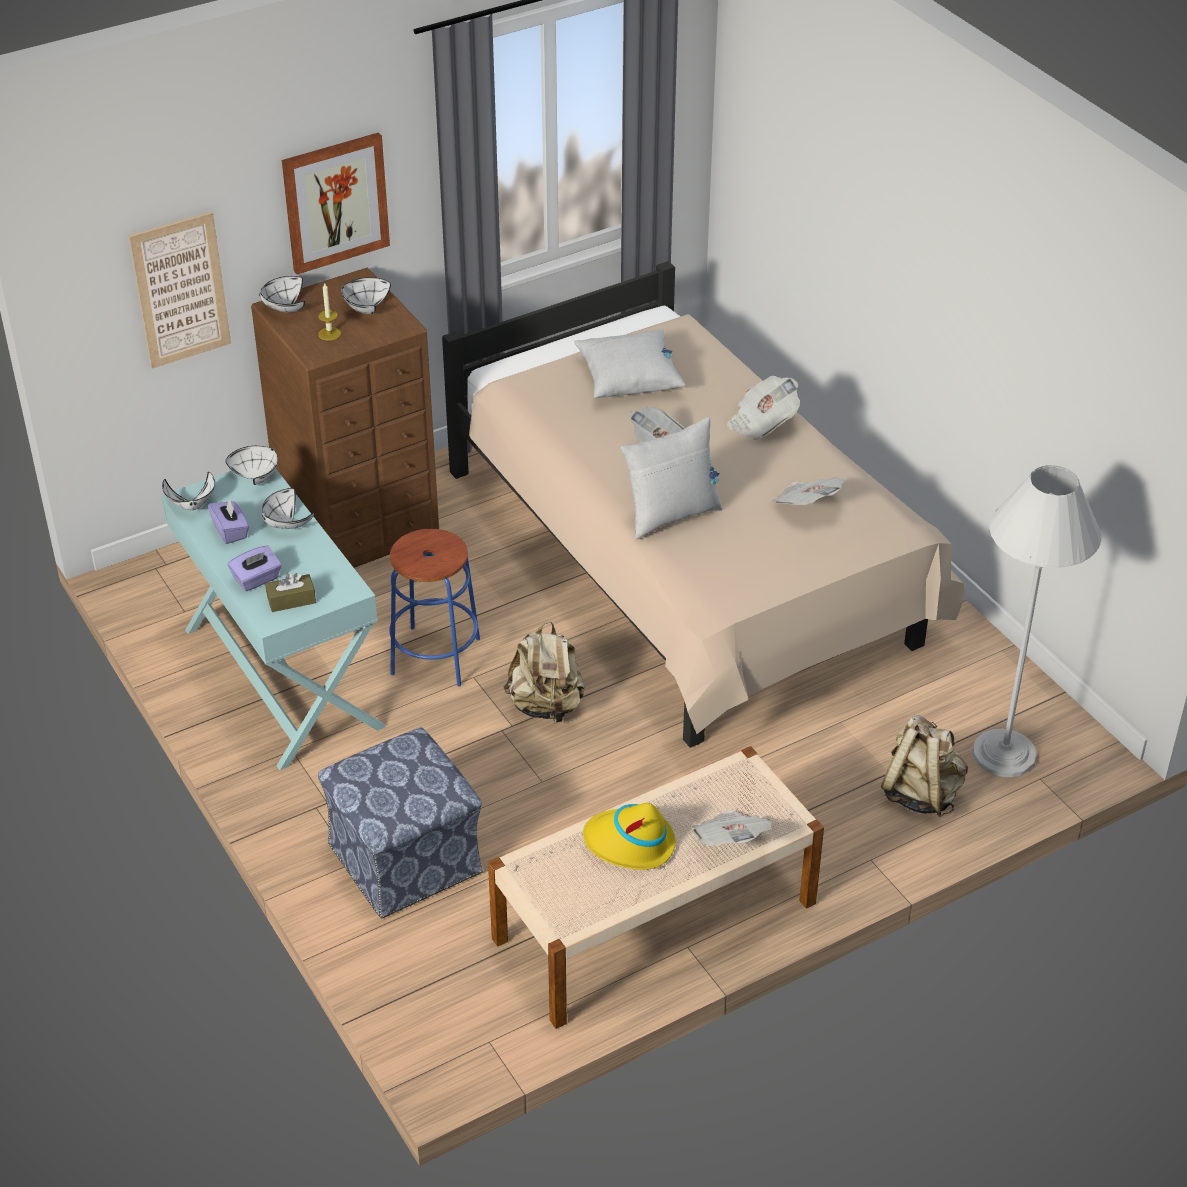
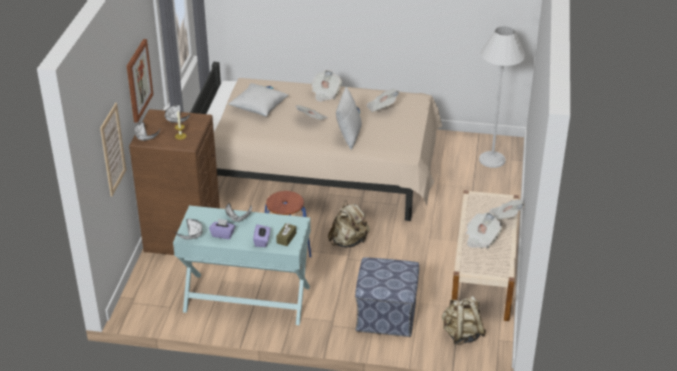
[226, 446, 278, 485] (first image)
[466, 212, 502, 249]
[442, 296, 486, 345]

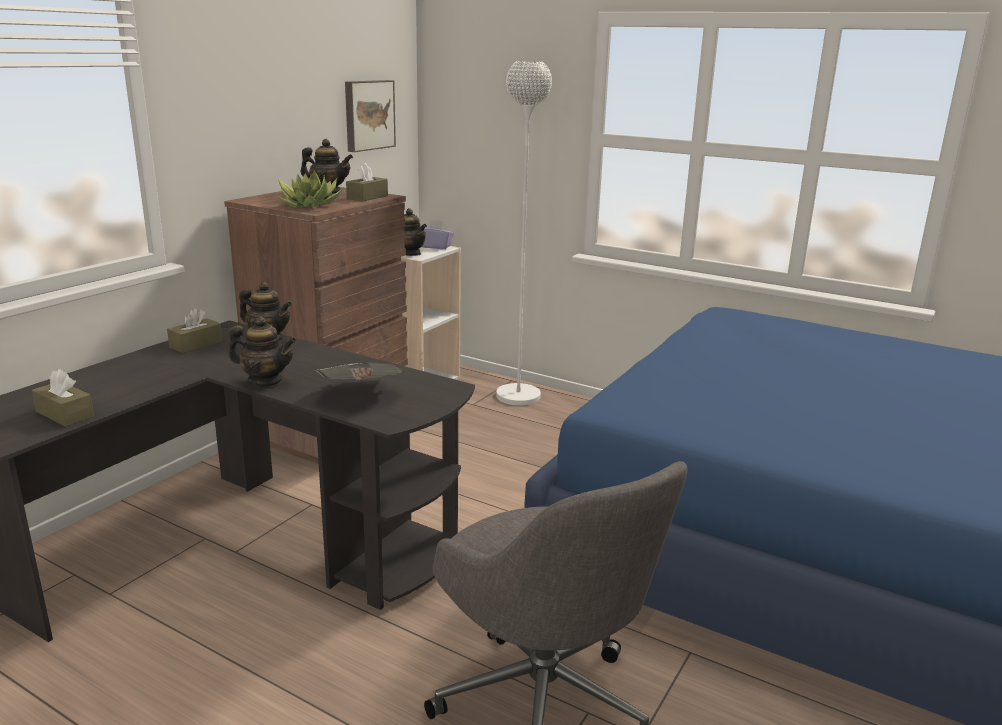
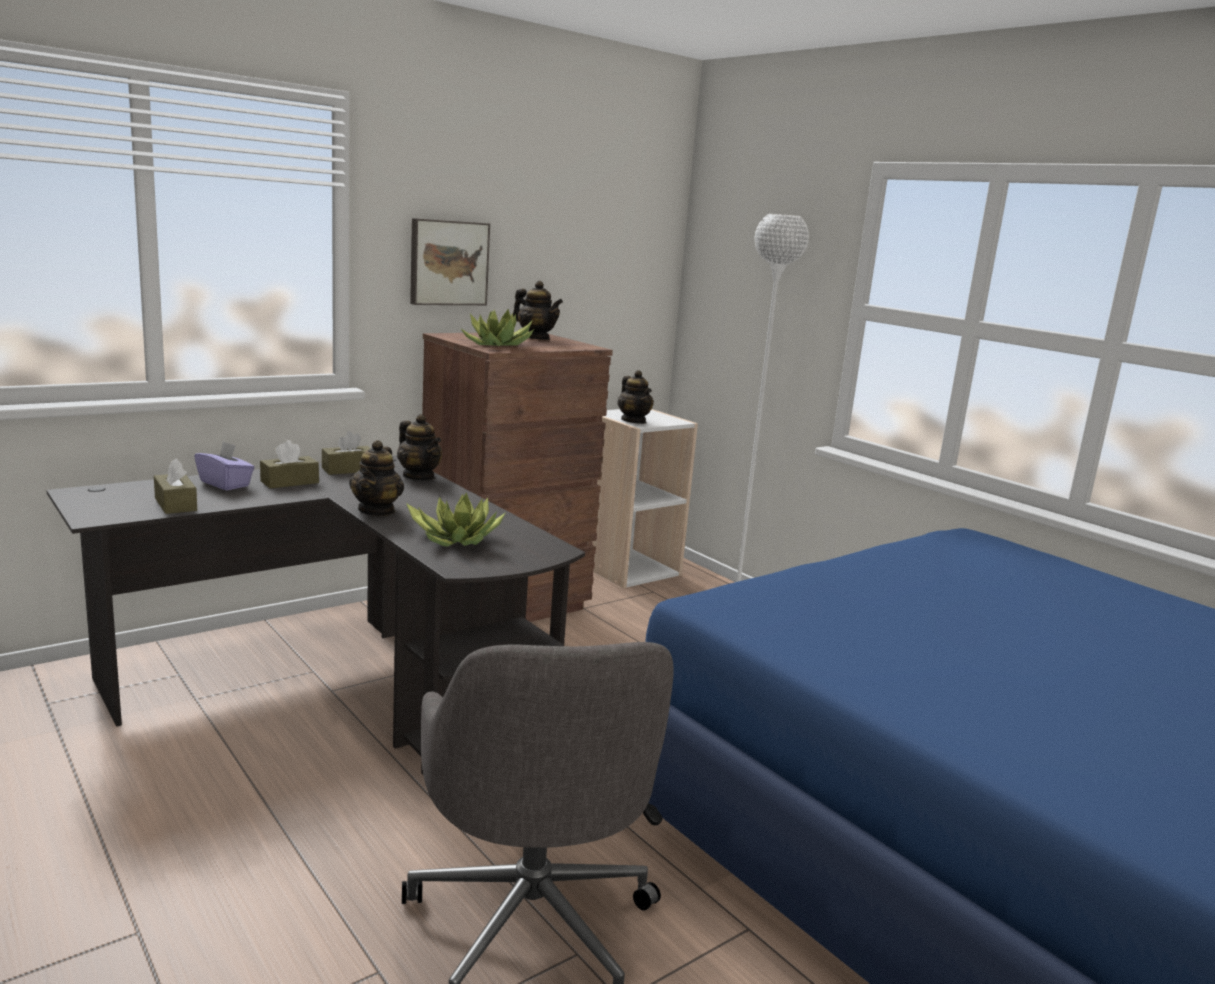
[349, 440, 404, 516]
[406, 493, 505, 547]
[410, 218, 490, 305]
[260, 440, 319, 488]
[194, 441, 255, 490]

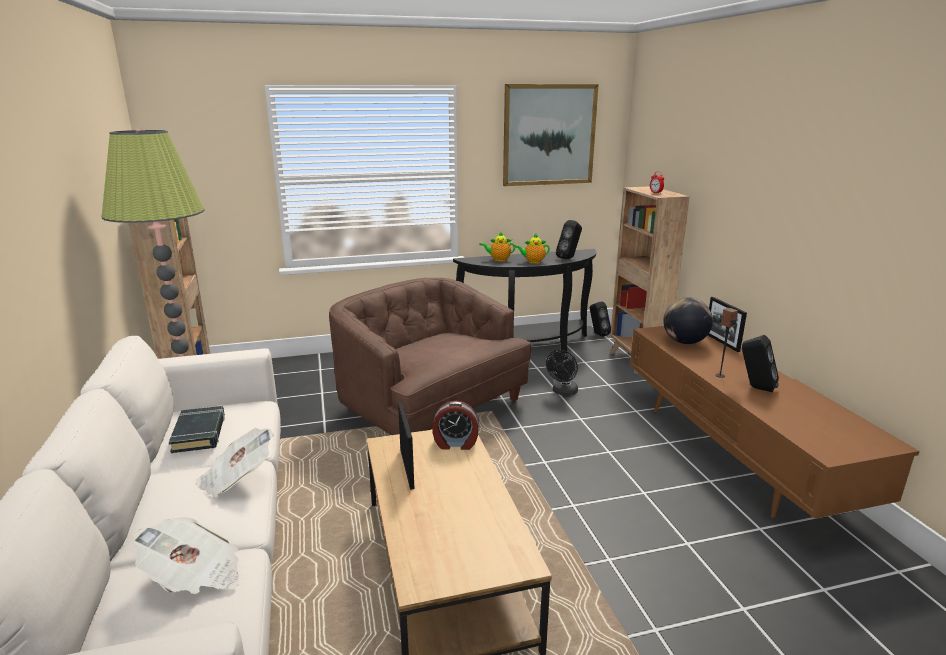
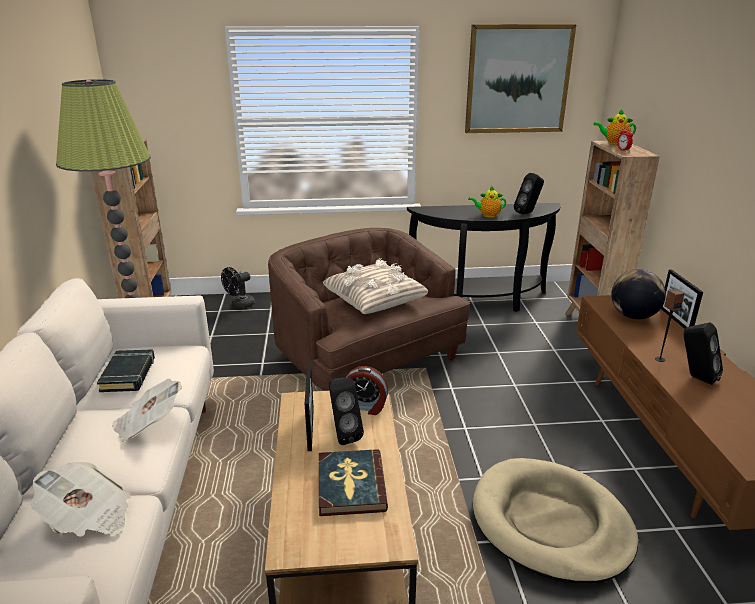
[593, 109, 636, 145]
[221, 267, 255, 309]
[329, 377, 364, 445]
[319, 449, 388, 516]
[323, 258, 428, 314]
[473, 458, 638, 583]

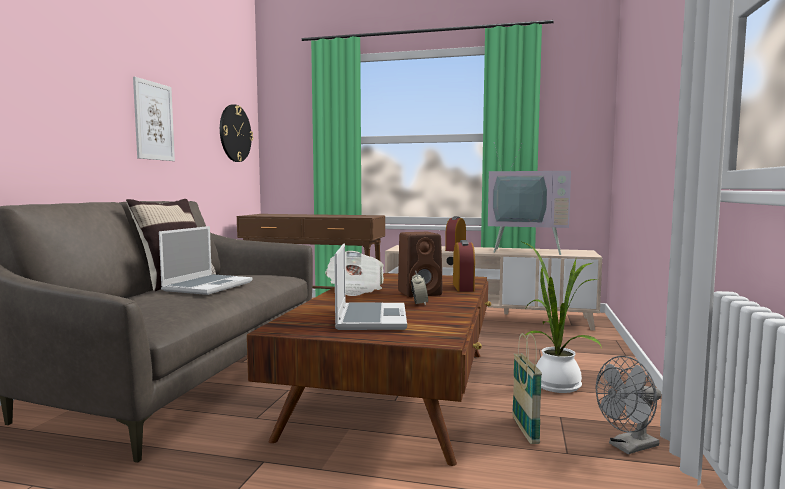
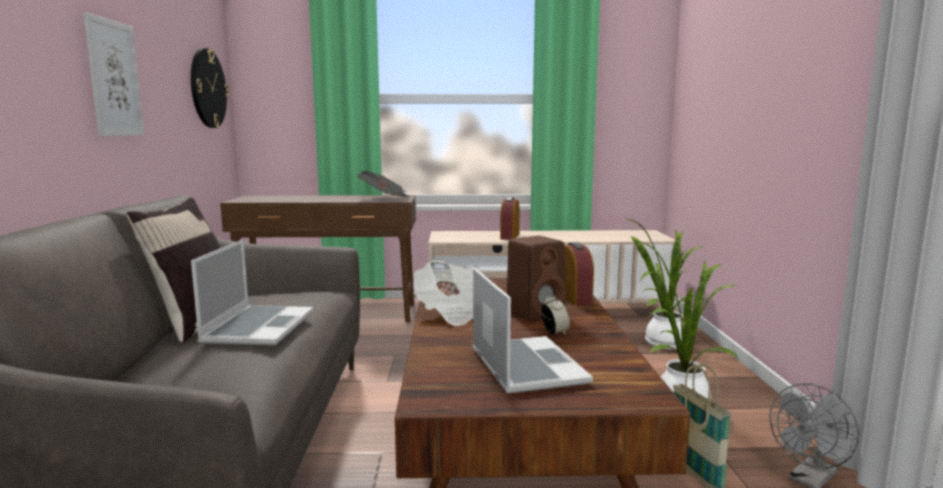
[488, 142, 571, 255] (first image)
[357, 171, 410, 197]
[627, 219, 706, 350]

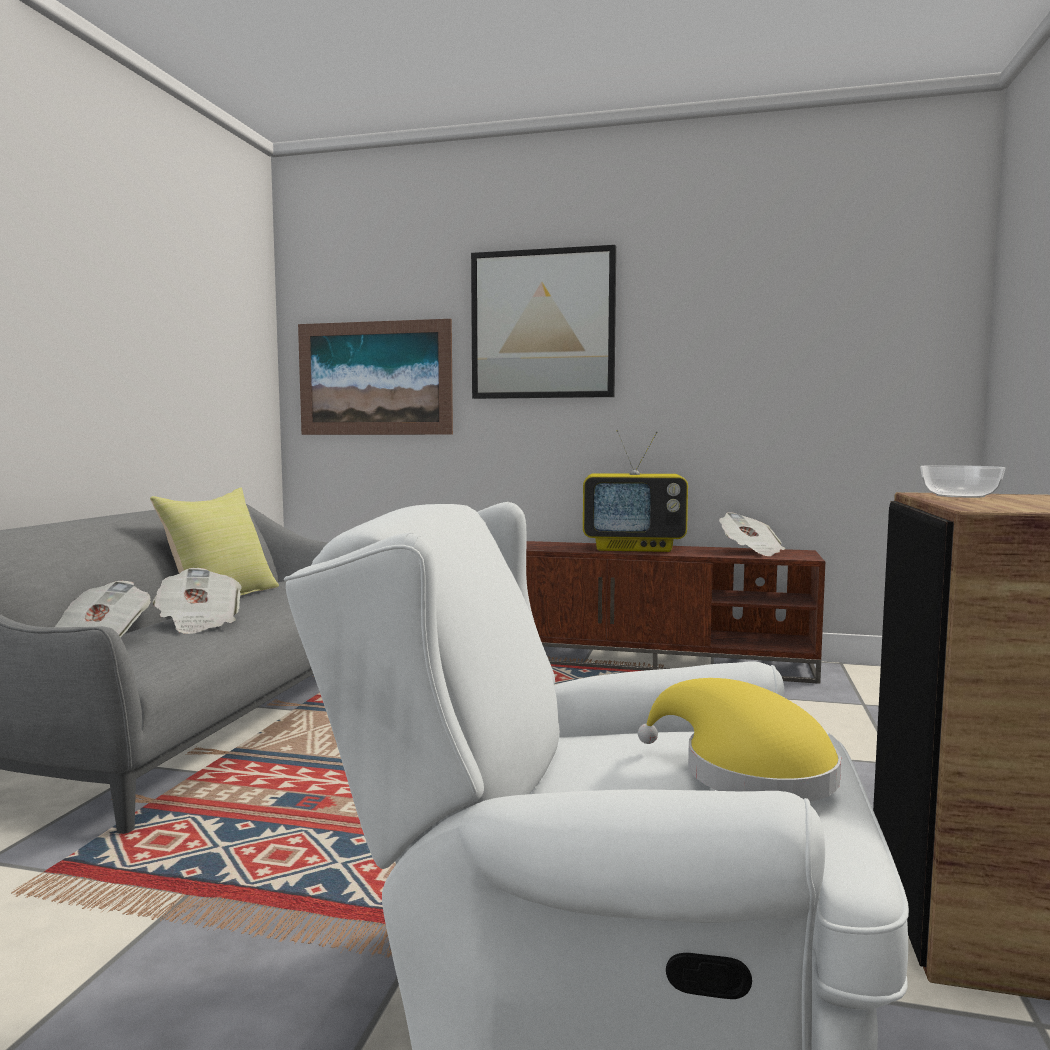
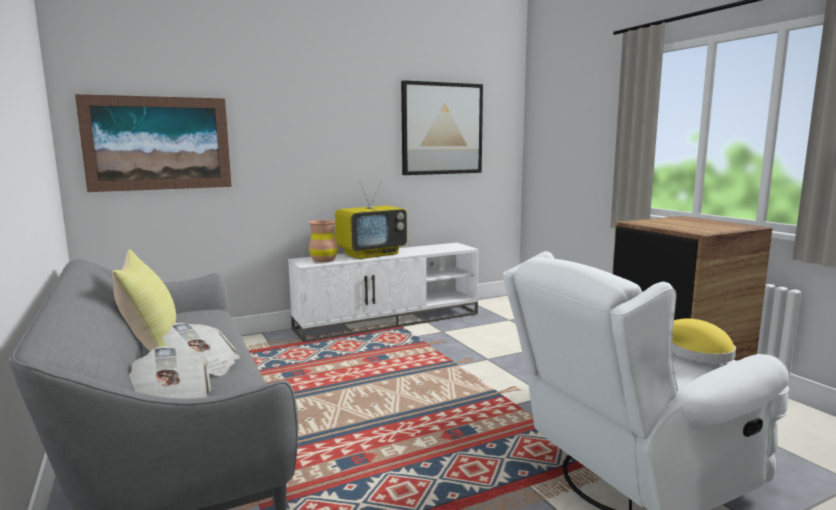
[401, 80, 483, 175]
[288, 243, 479, 343]
[719, 512, 785, 556] (first image)
[920, 465, 1006, 498] (first image)
[308, 220, 338, 262]

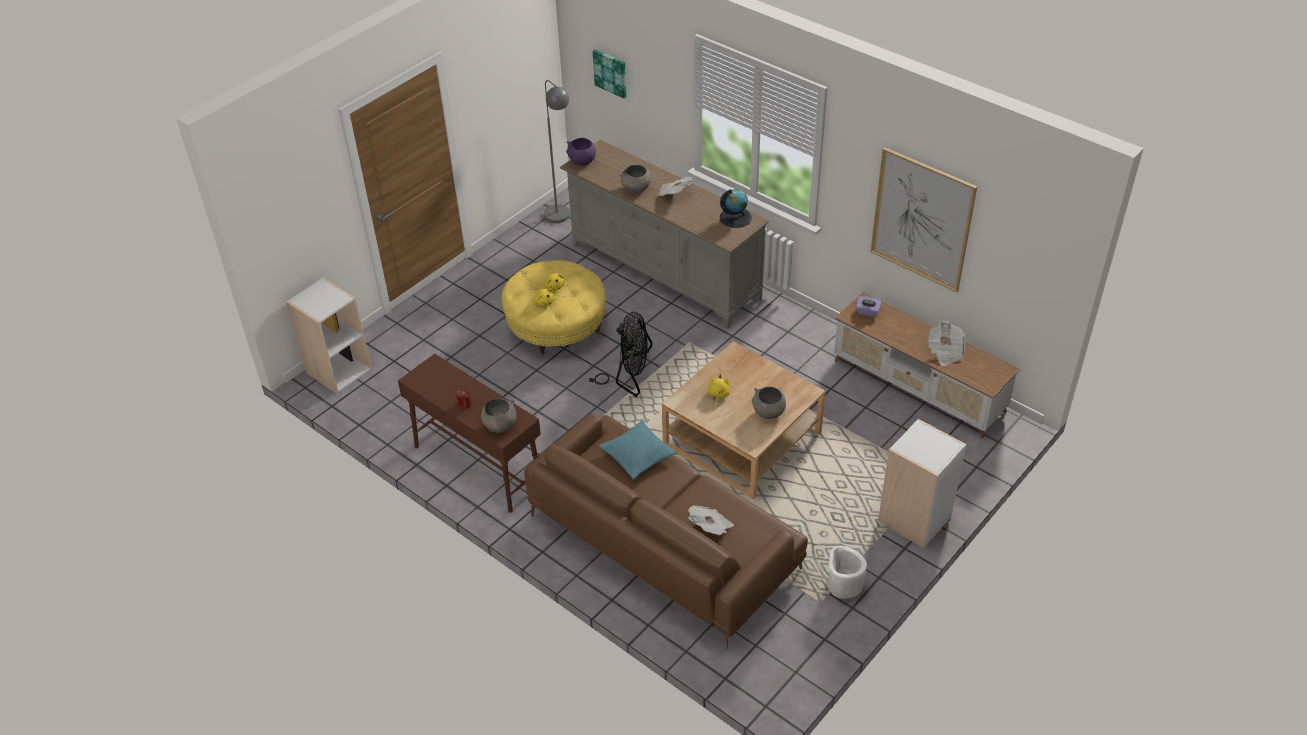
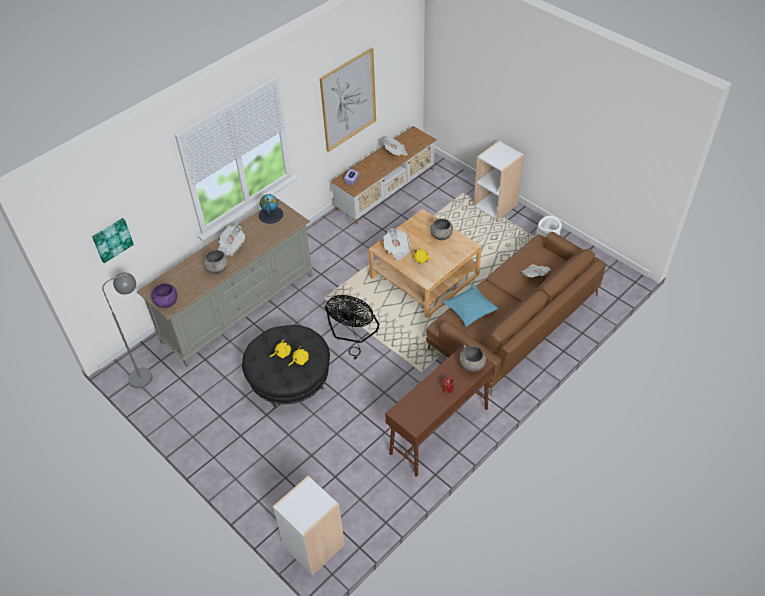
[242, 325, 330, 409]
[383, 229, 411, 260]

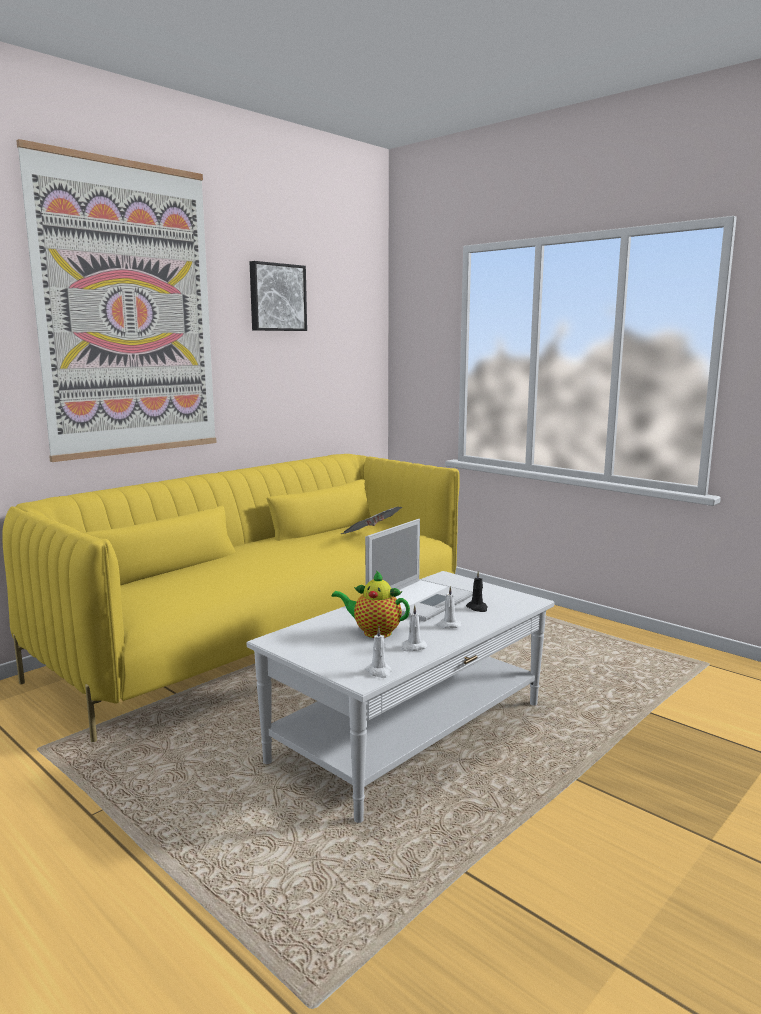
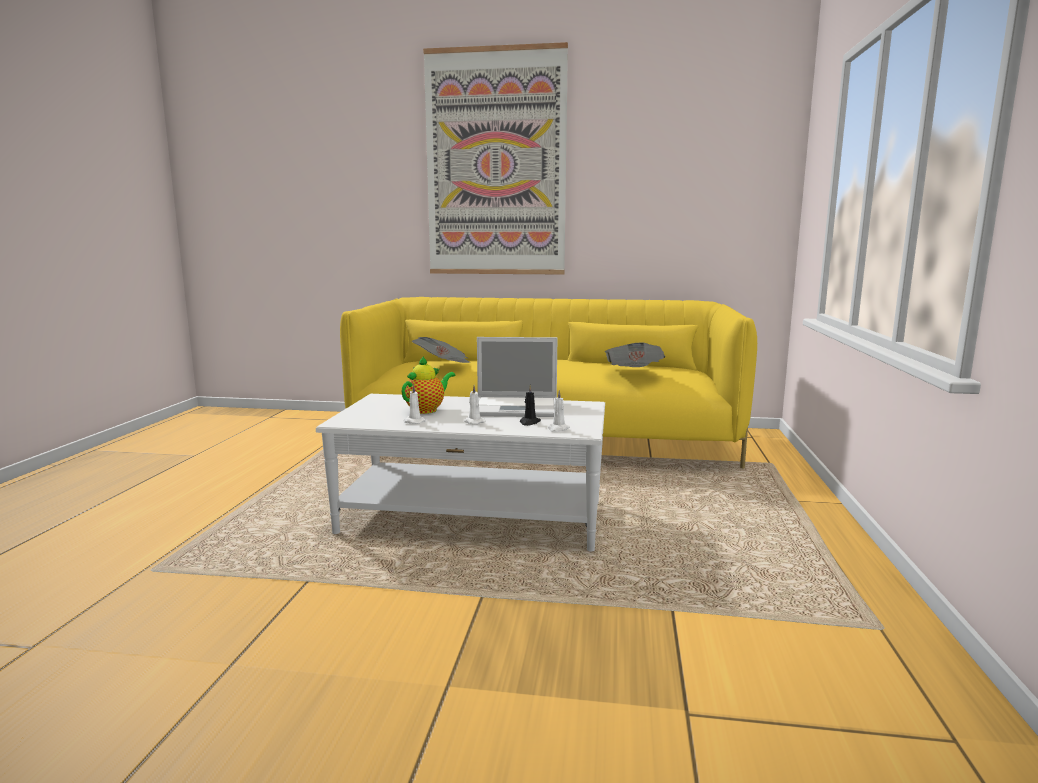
[250, 261, 307, 331] (first image)
[402, 356, 455, 414]
[548, 390, 570, 432]
[412, 337, 470, 363]

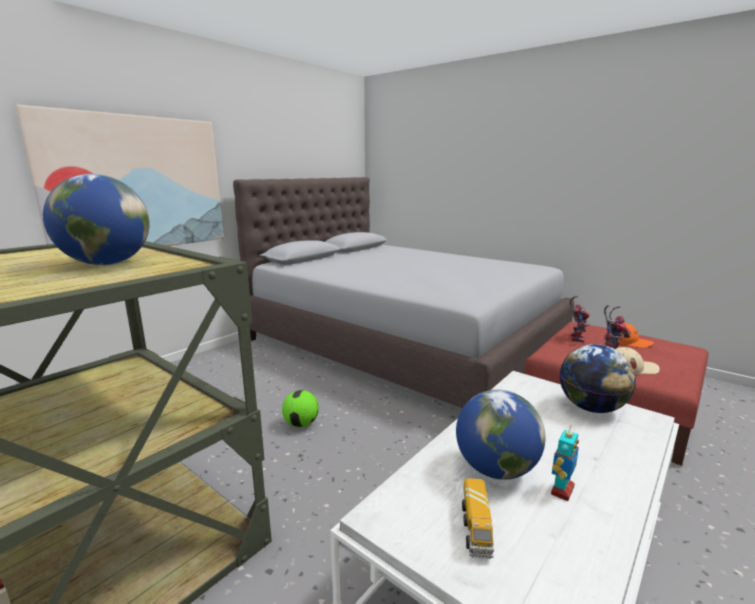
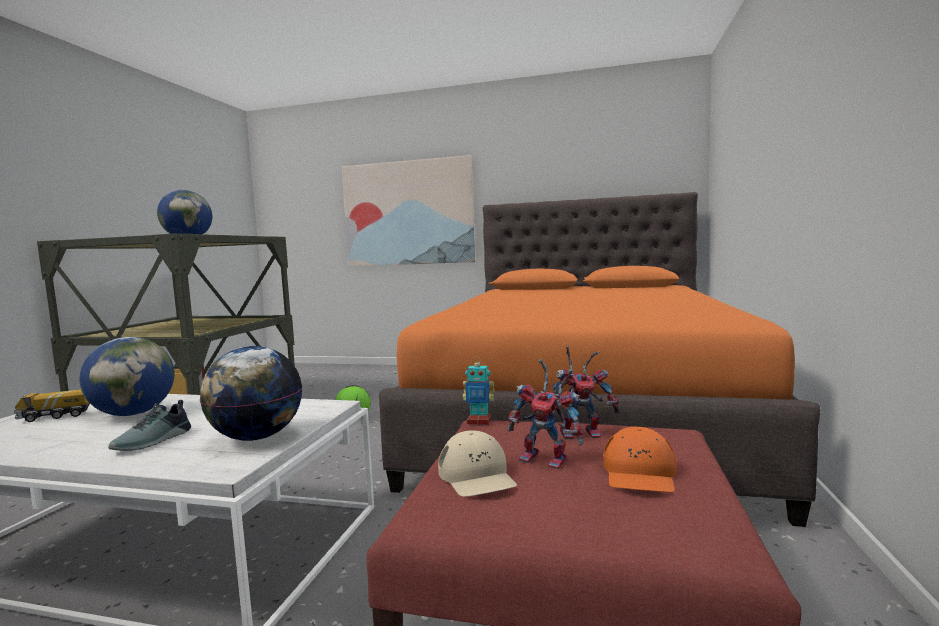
[379, 192, 821, 527]
[463, 356, 495, 425]
[108, 400, 191, 451]

